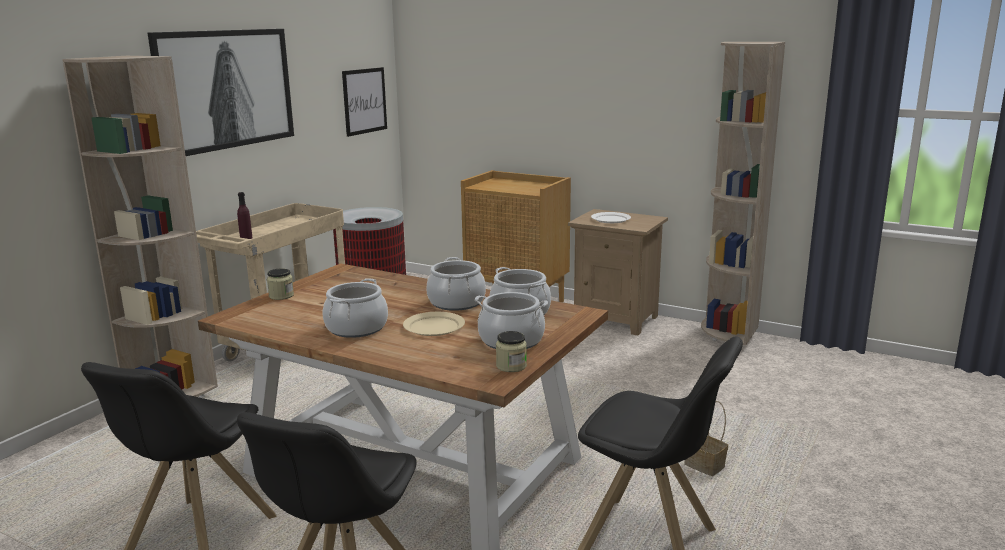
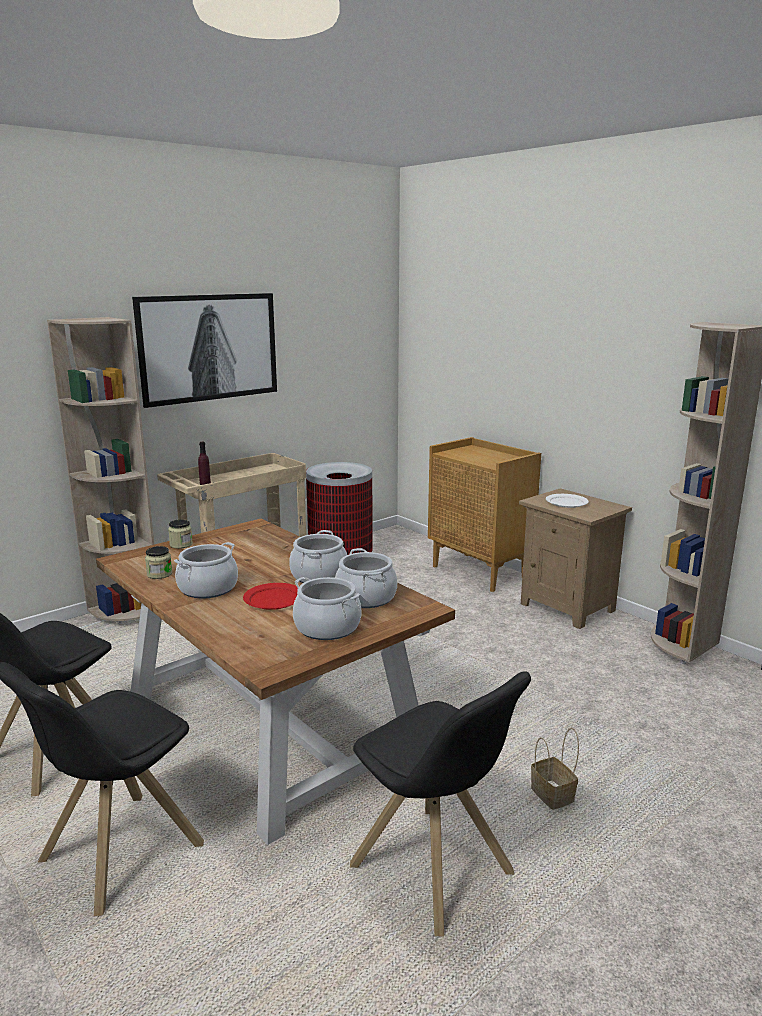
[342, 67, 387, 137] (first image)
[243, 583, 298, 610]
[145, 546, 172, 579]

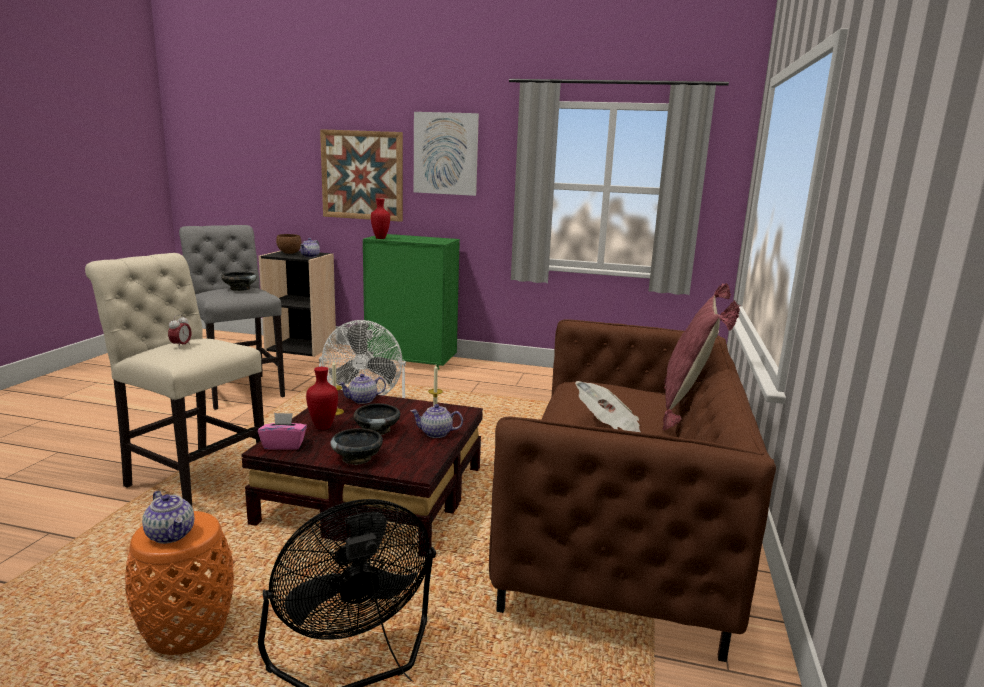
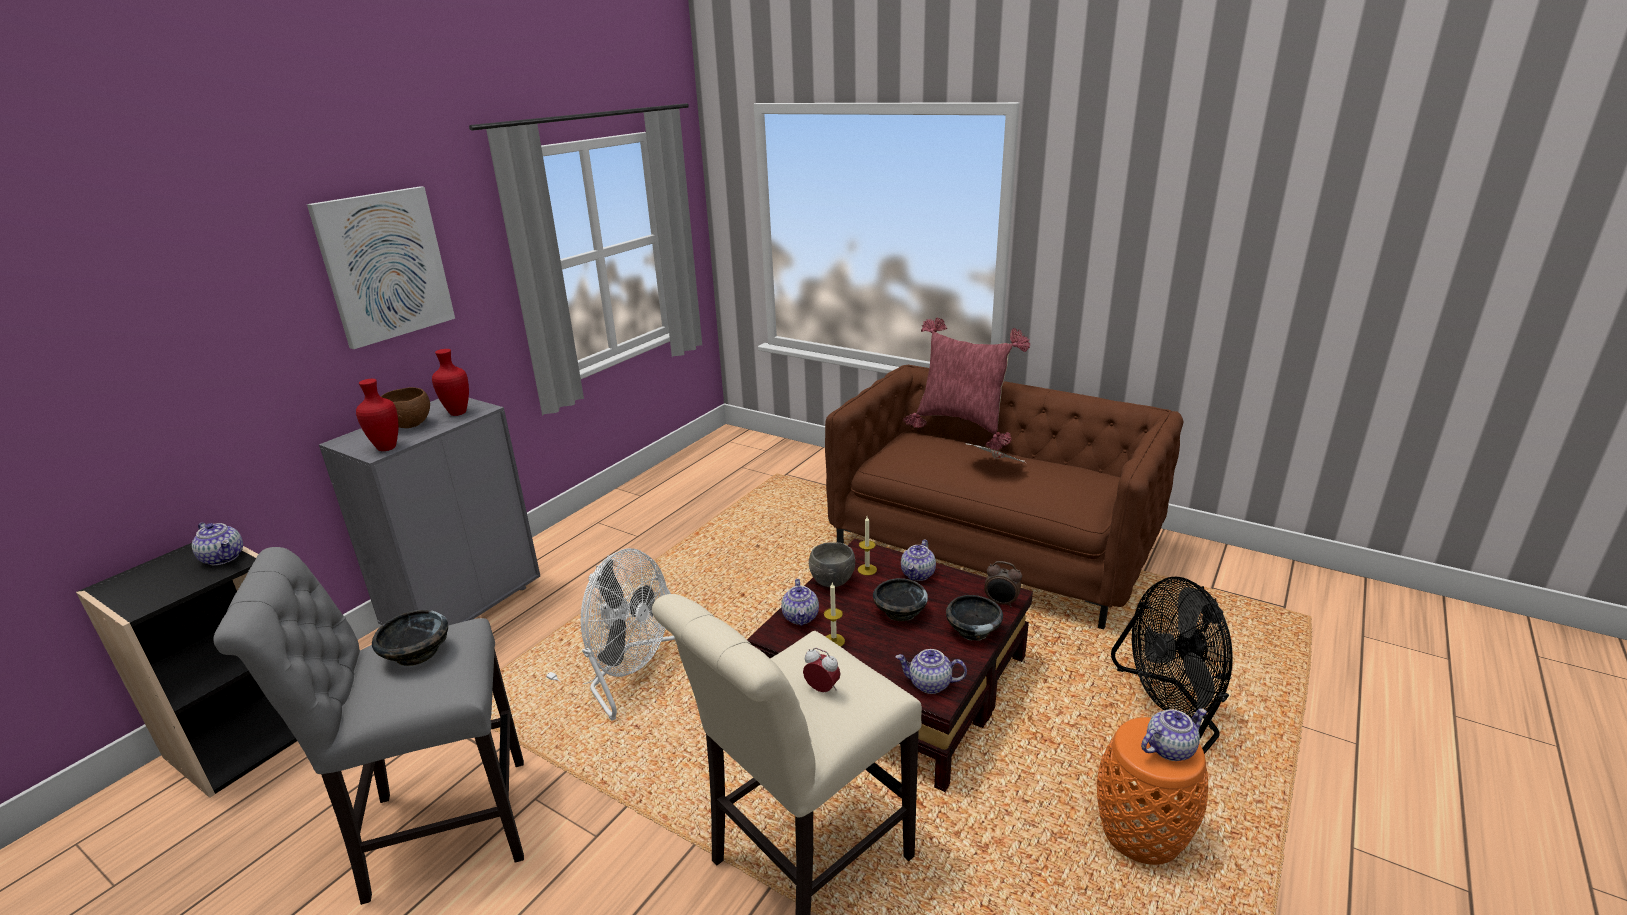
[896, 649, 967, 694]
[381, 387, 430, 428]
[432, 349, 469, 416]
[320, 129, 403, 222] (first image)
[319, 398, 540, 625]
[809, 542, 855, 587]
[984, 561, 1022, 607]

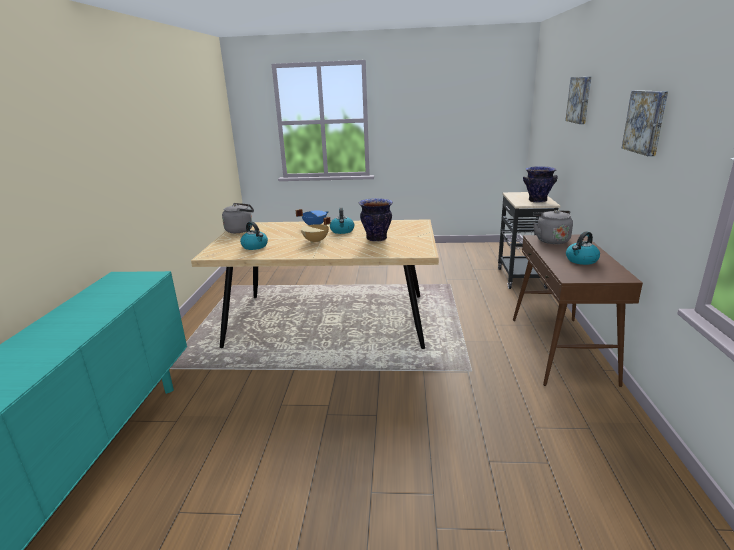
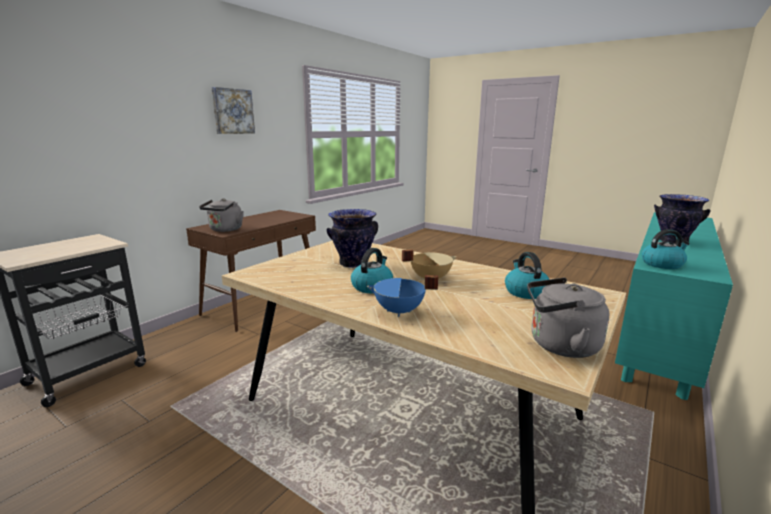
[654, 194, 711, 244]
[565, 77, 591, 124] (first image)
[642, 229, 689, 269]

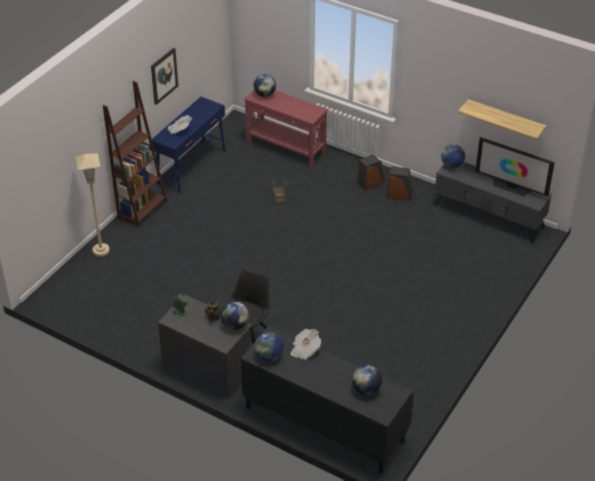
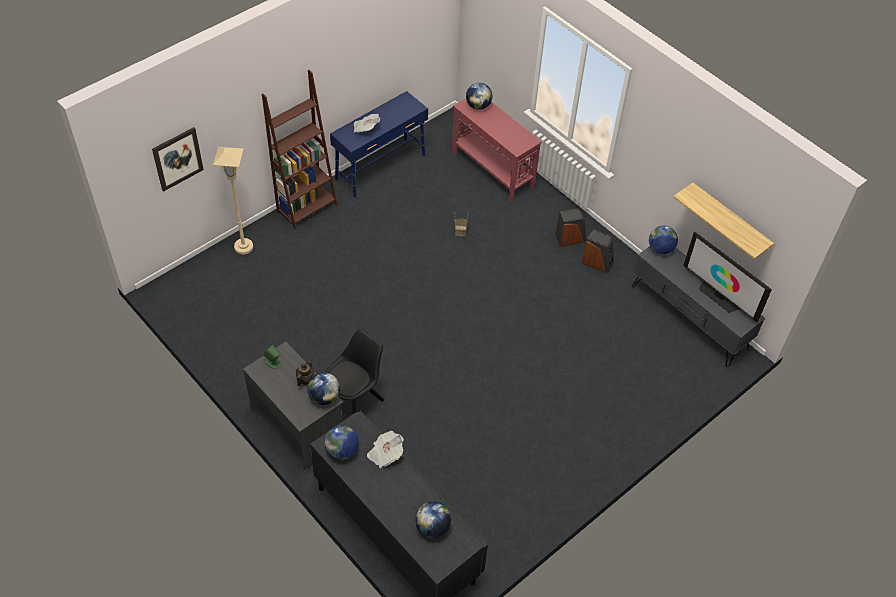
[152, 127, 204, 192]

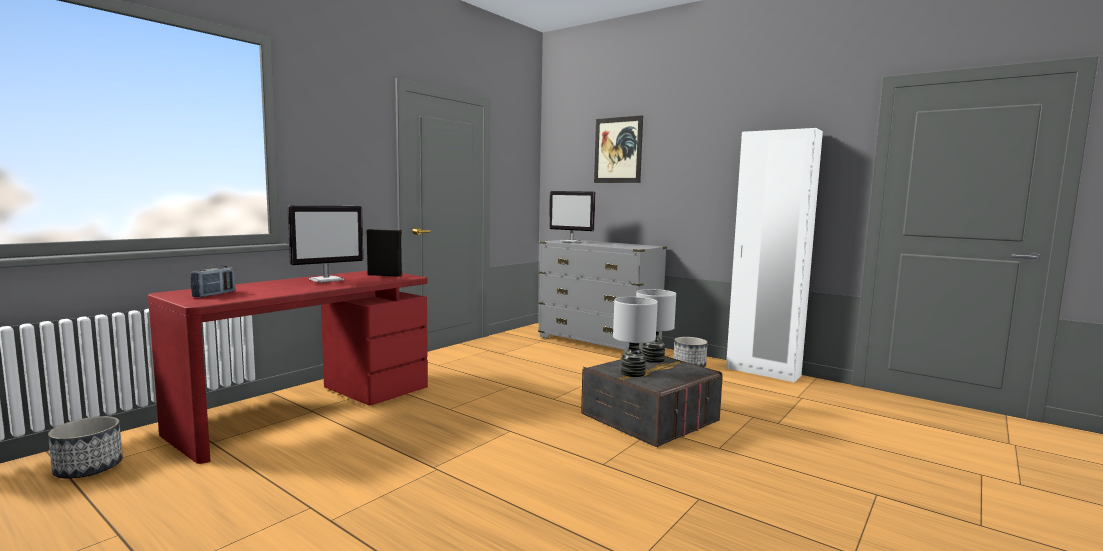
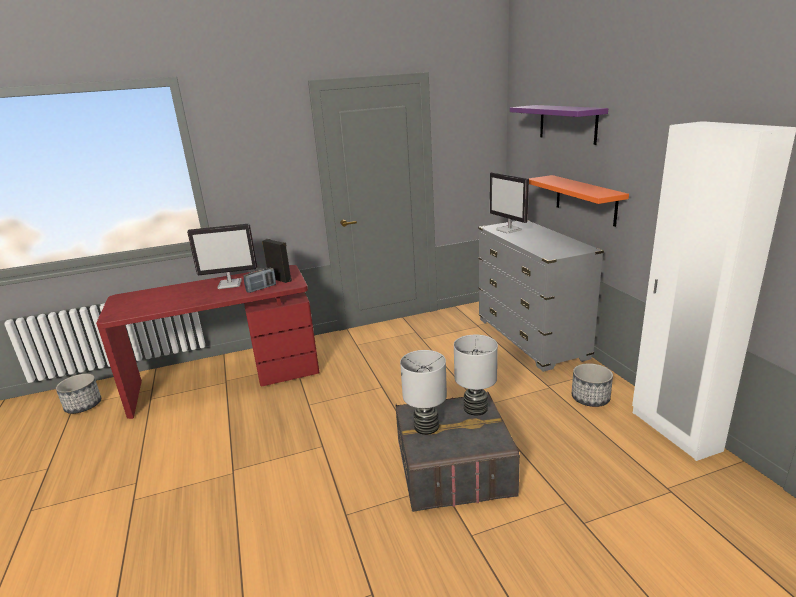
[243, 268, 276, 293]
[510, 105, 608, 145]
[528, 175, 629, 227]

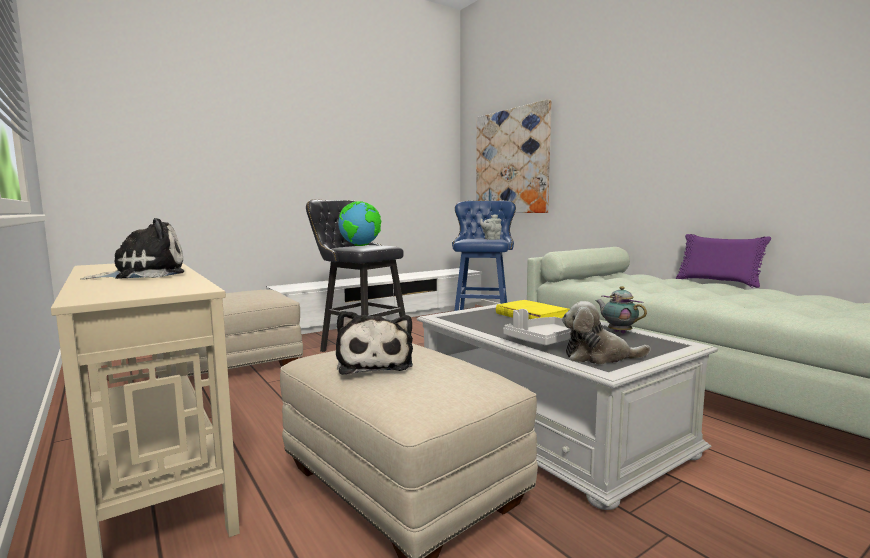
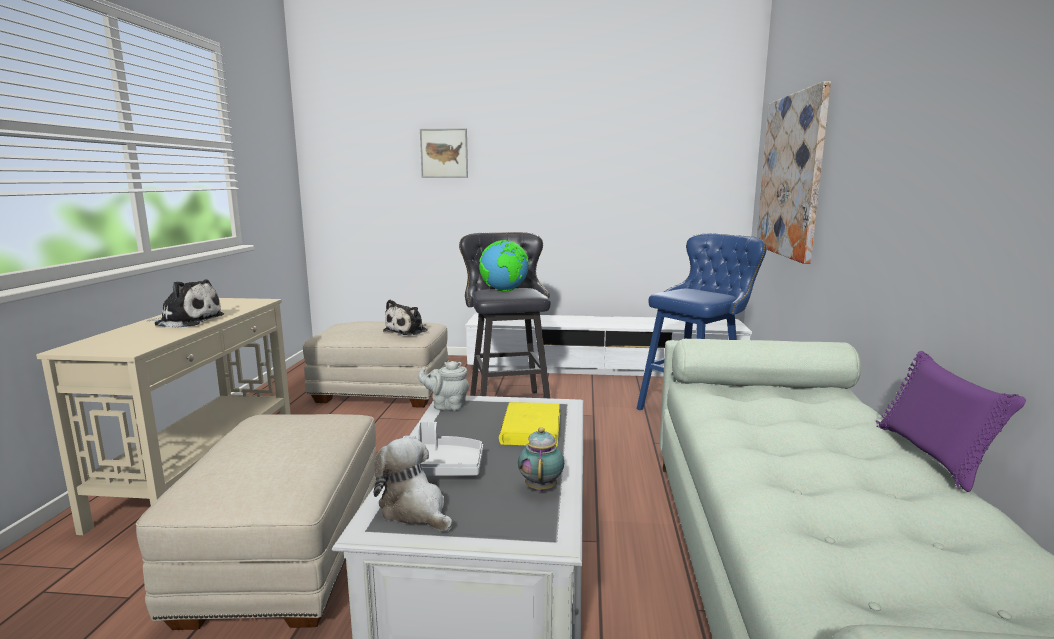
[383, 300, 428, 335]
[418, 361, 469, 410]
[420, 128, 468, 178]

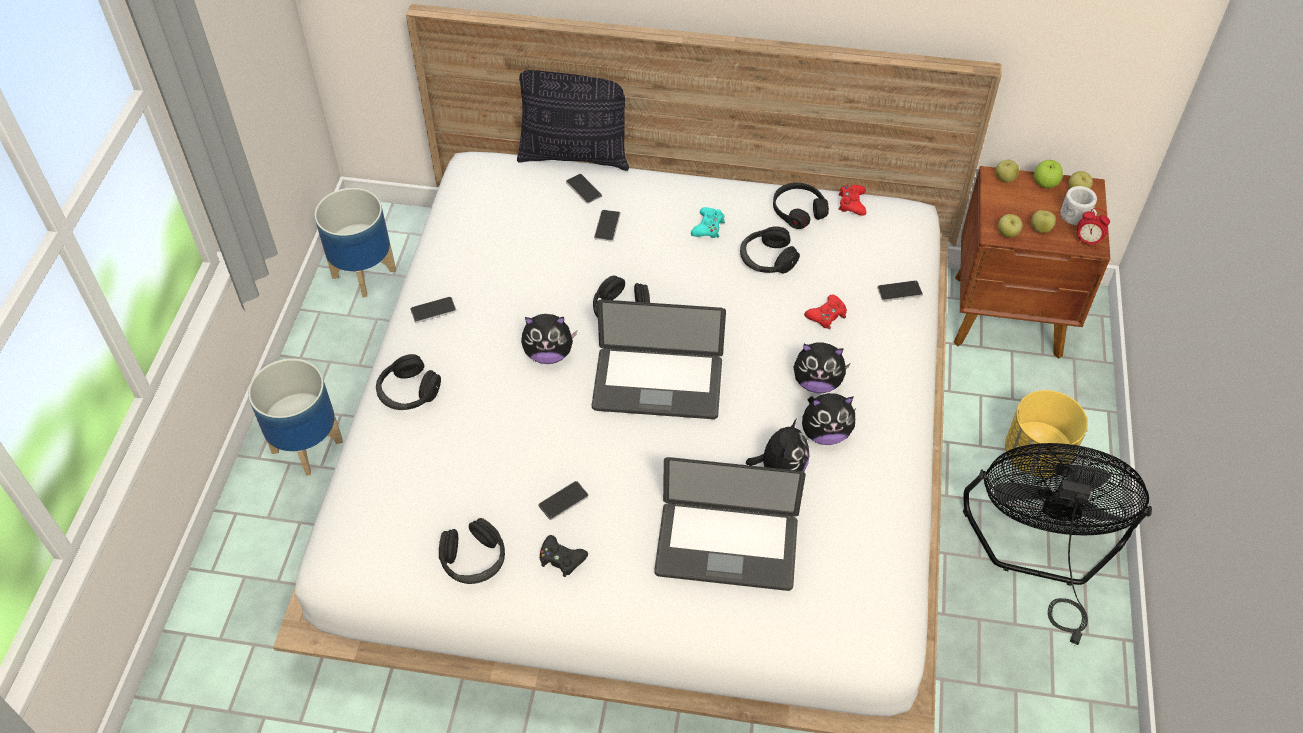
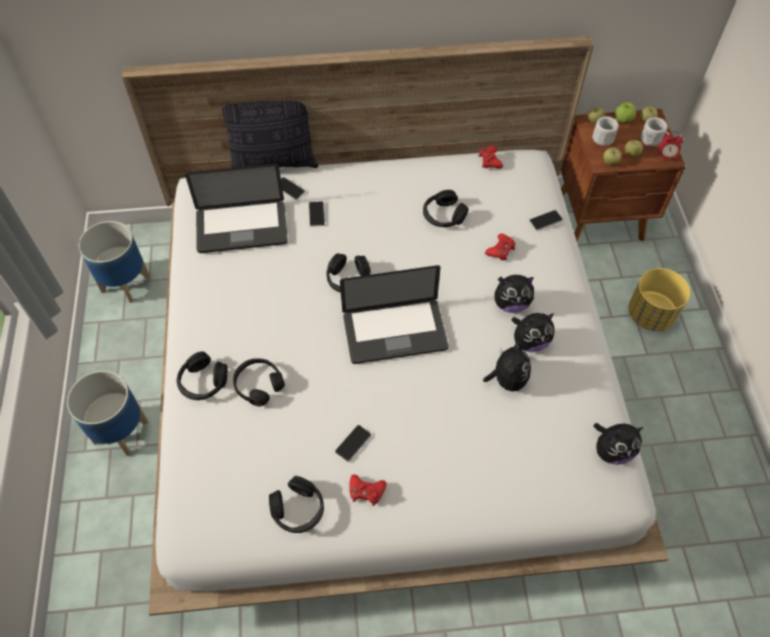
[410, 297, 456, 323] (first image)
[594, 423, 644, 465]
[349, 475, 387, 506]
[185, 164, 288, 253]
[691, 207, 725, 238] (first image)
[233, 358, 285, 406]
[963, 443, 1152, 645] (first image)
[593, 116, 619, 146]

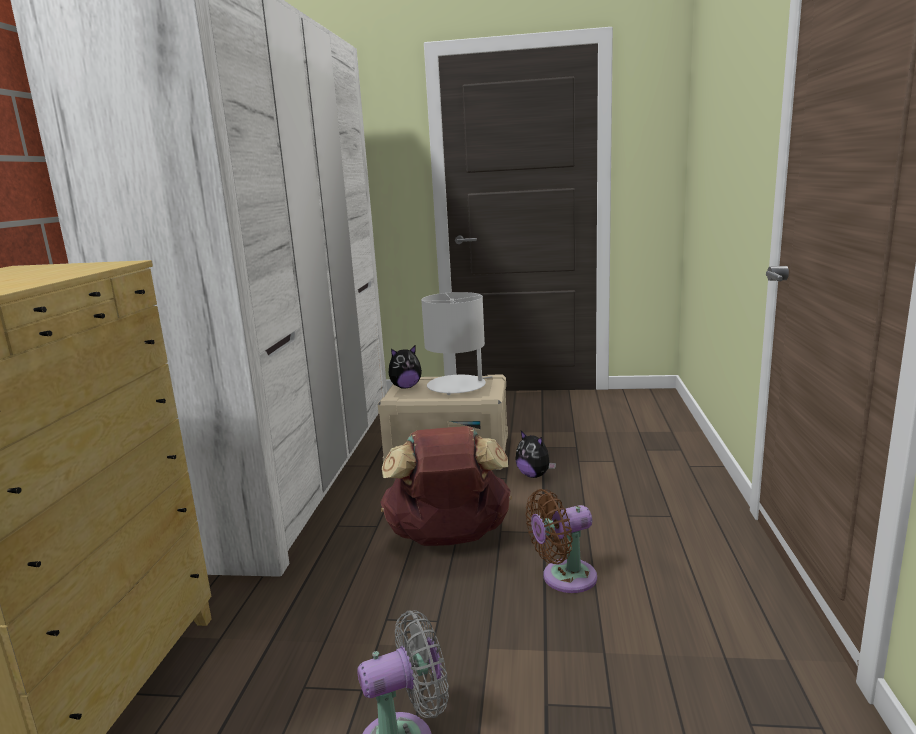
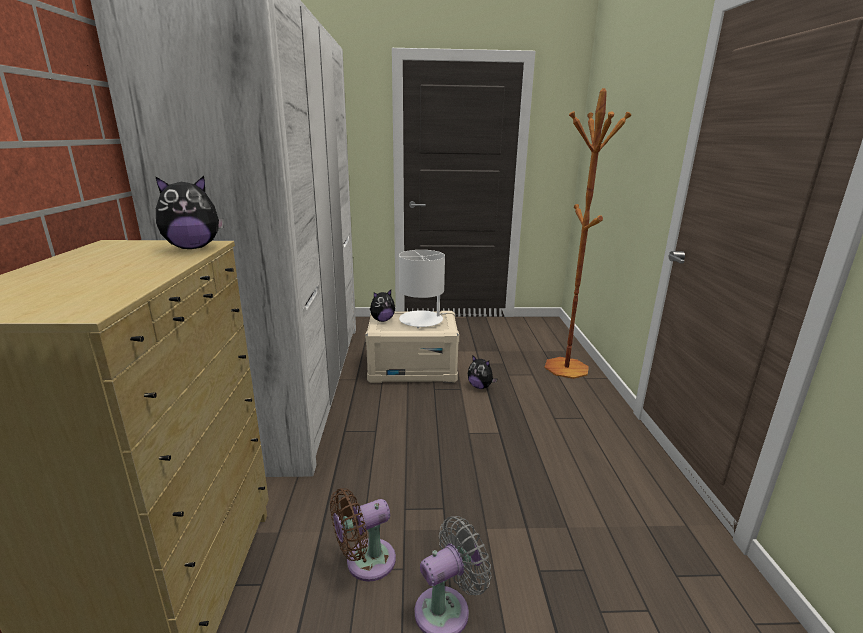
[380, 426, 512, 546] (first image)
[330, 488, 396, 581]
[155, 176, 224, 249]
[545, 88, 631, 379]

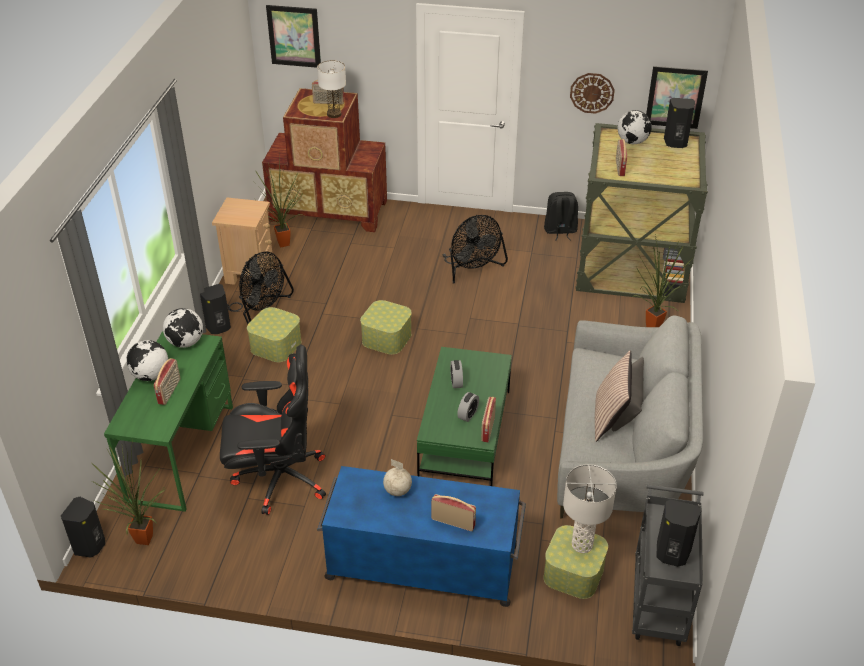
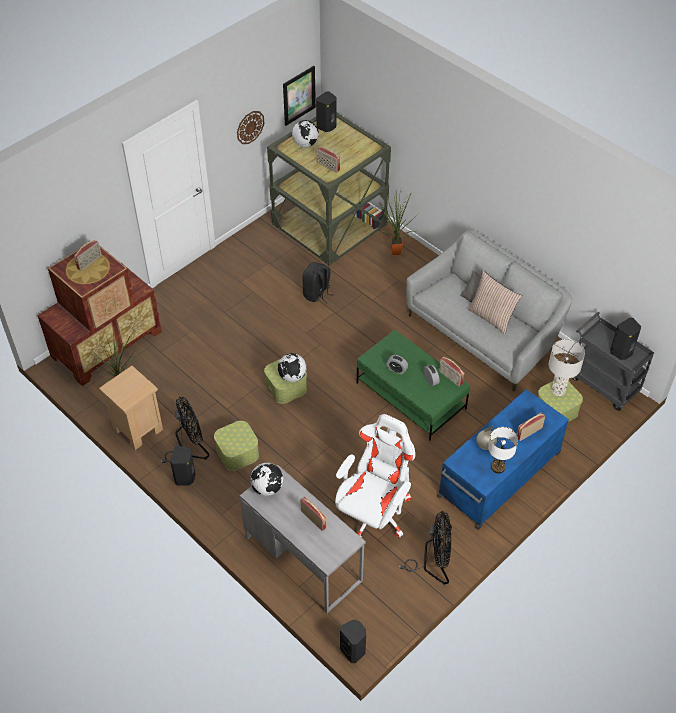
[92, 440, 166, 545] (first image)
[240, 465, 366, 613]
[278, 353, 306, 382]
[335, 414, 415, 538]
[266, 5, 321, 68] (first image)
[488, 427, 518, 473]
[400, 511, 452, 585]
[303, 262, 334, 304]

